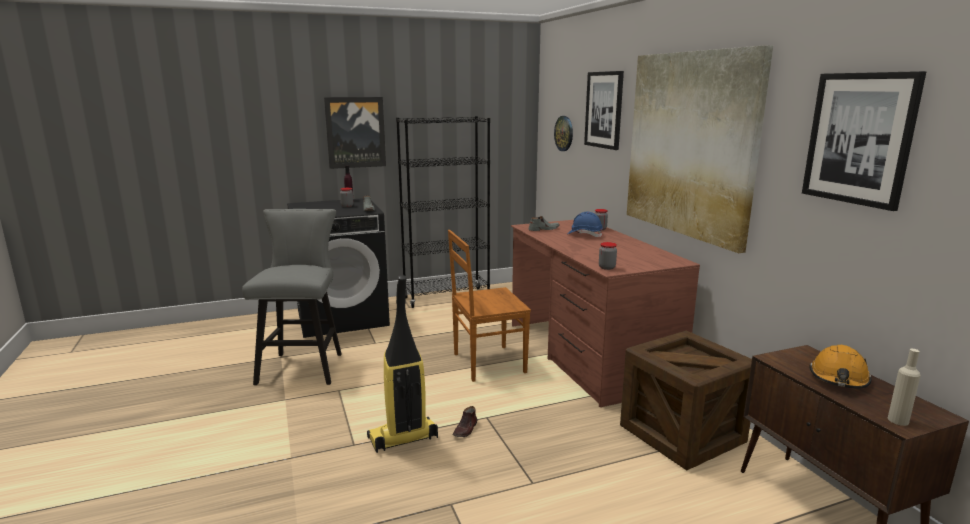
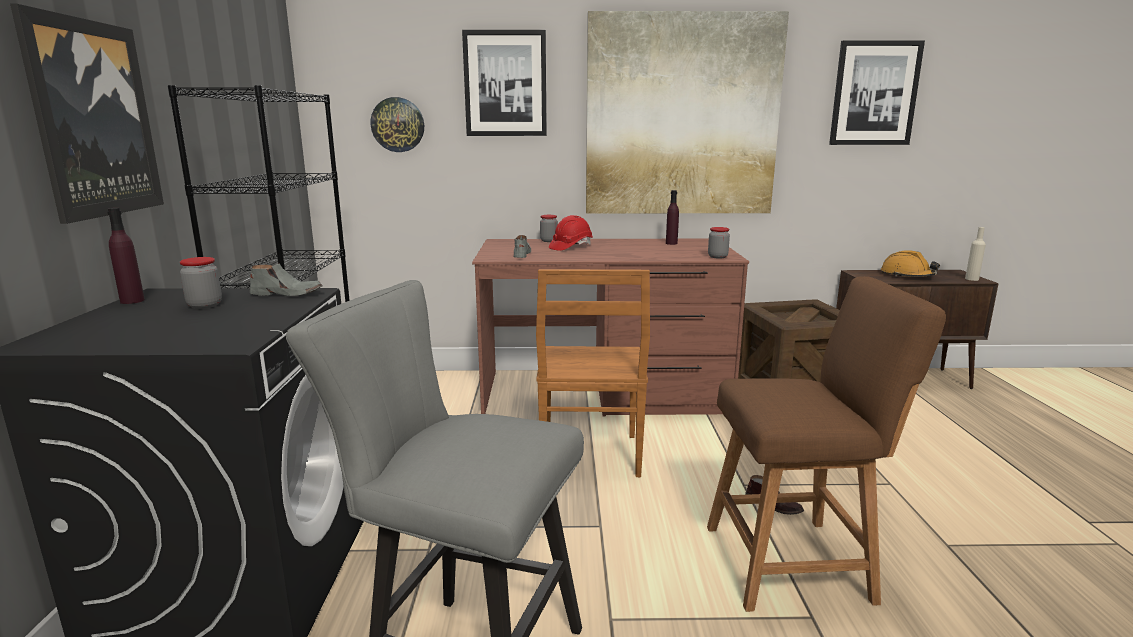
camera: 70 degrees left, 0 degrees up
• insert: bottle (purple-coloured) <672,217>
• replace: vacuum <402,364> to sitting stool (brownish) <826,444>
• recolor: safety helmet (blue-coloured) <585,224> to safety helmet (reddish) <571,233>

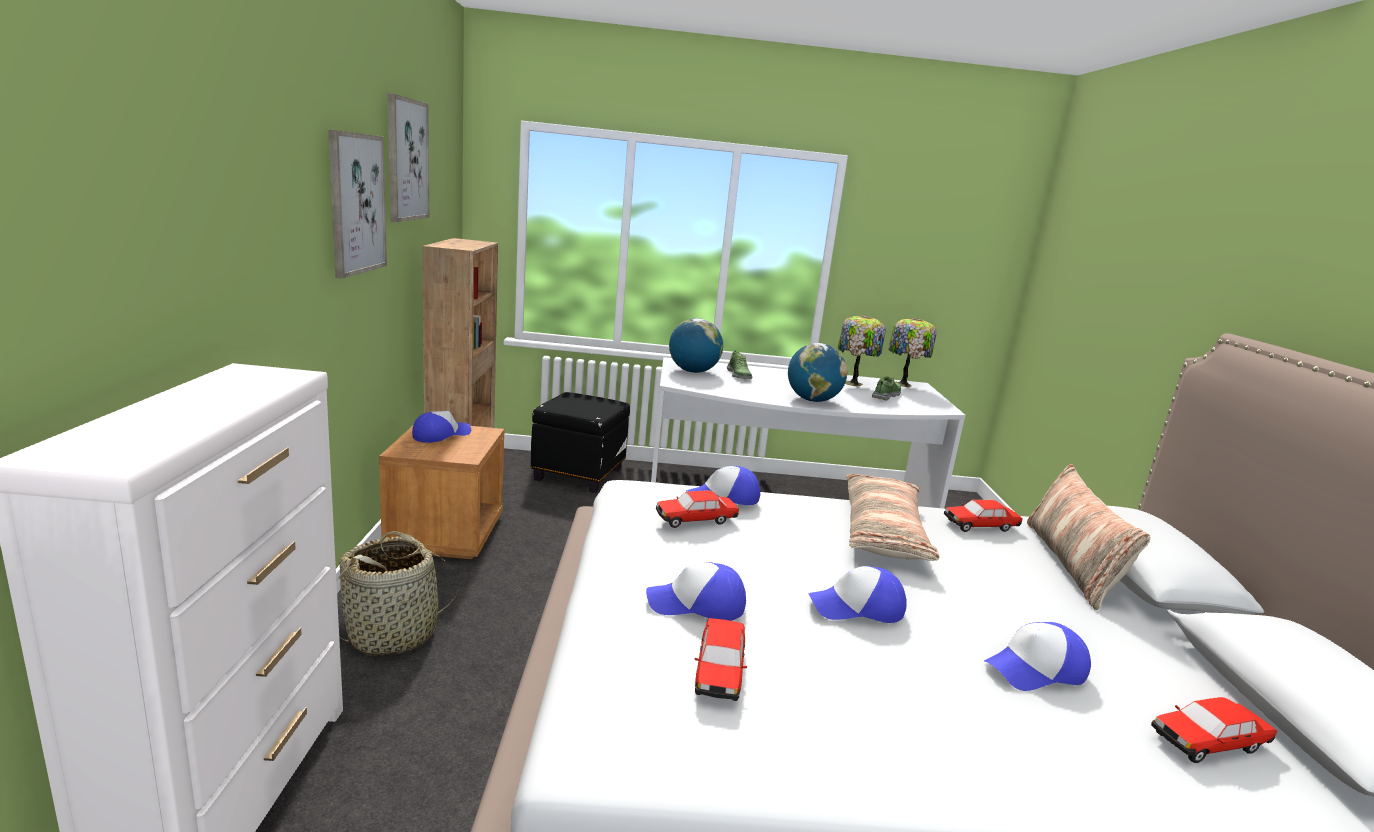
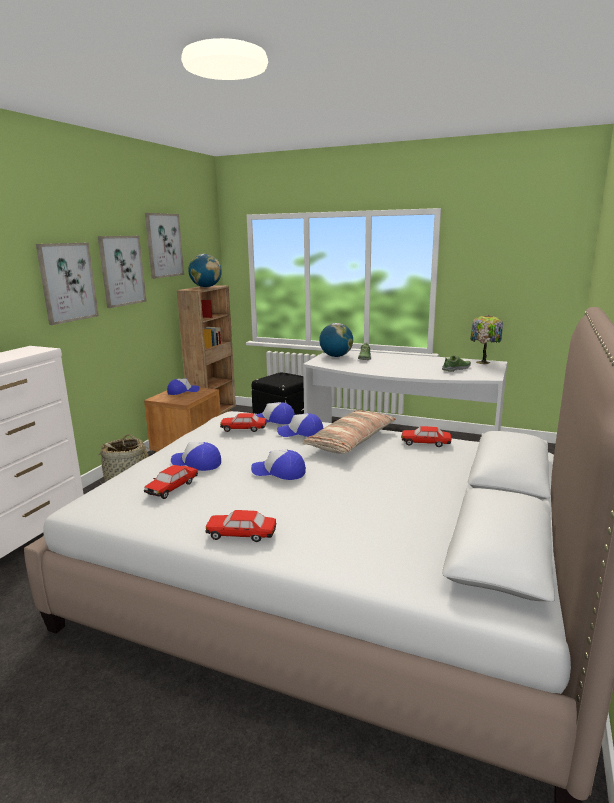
camera: 25 degrees right, 0 degrees up
• delete: lamp for a table <862,350>
• delete: throw pillow <1089,537>
• insert: wall picture <67,284>
• move: desk globe <817,372> to <205,270>
• move: cap <1037,656> to <300,425>
• move: model car <1214,730> to <241,526>

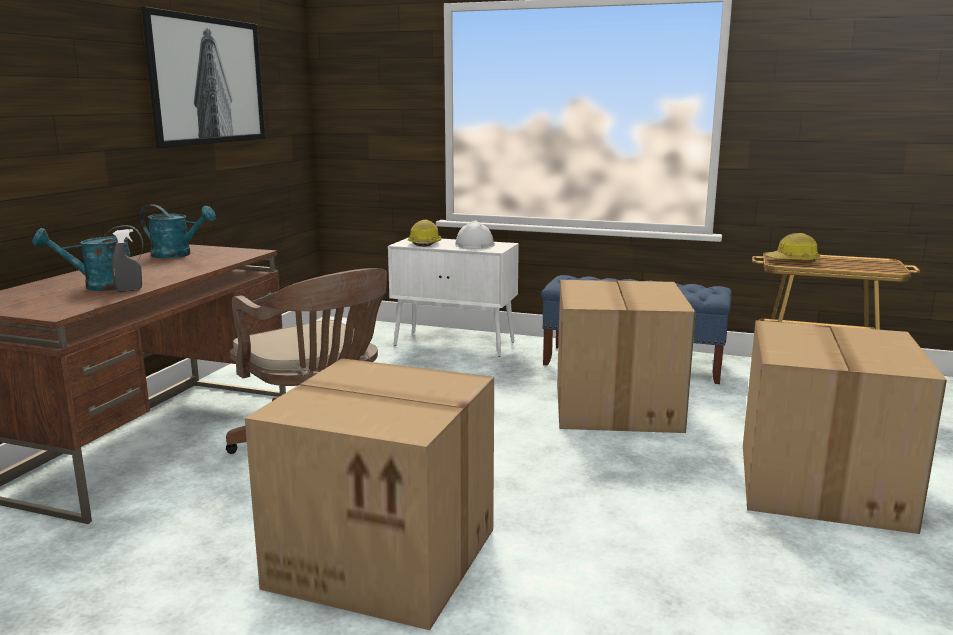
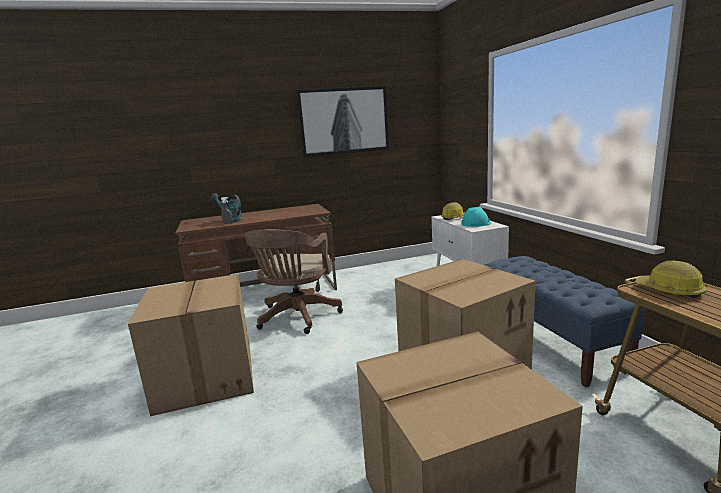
camera: 55 degrees right, 0 degrees up
• delete: sprinkling can (turquoise) <178,231>
• recolor: safety helmet (white-coloured) <475,235> to safety helmet (turquoise) <476,217>

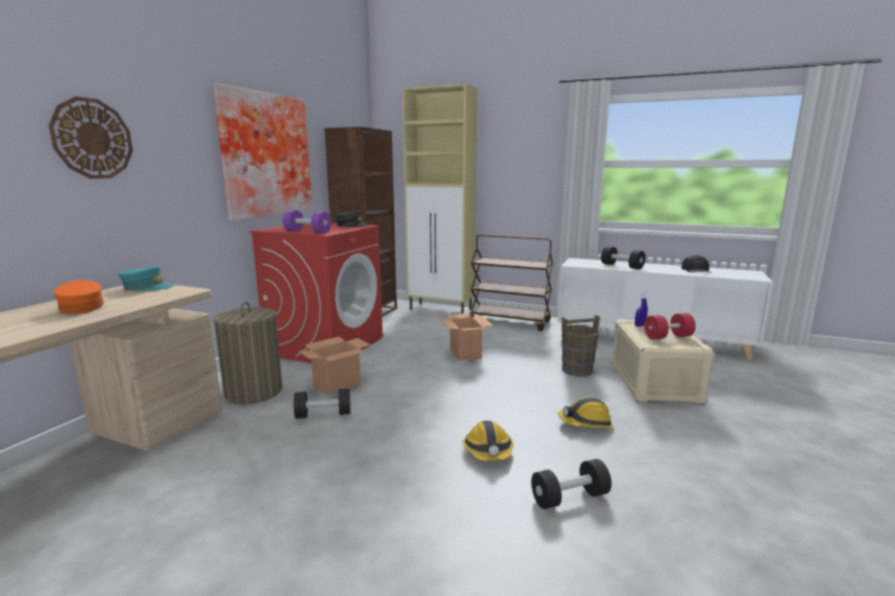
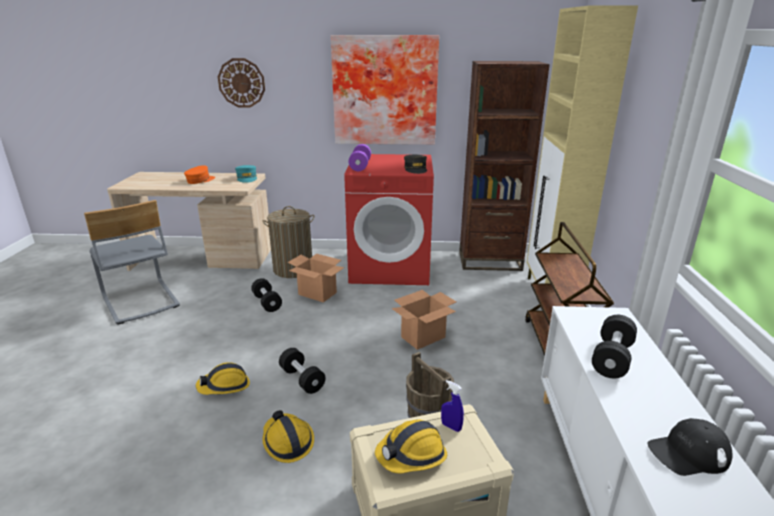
camera: 70 degrees right, 10 degrees up
• insert: plain chair (greyish) <132,262>
• move: hand weight (black-coloured) <571,484> to <302,371>
• replace: hand weight (reddish) <670,326> to safety helmet <411,446>

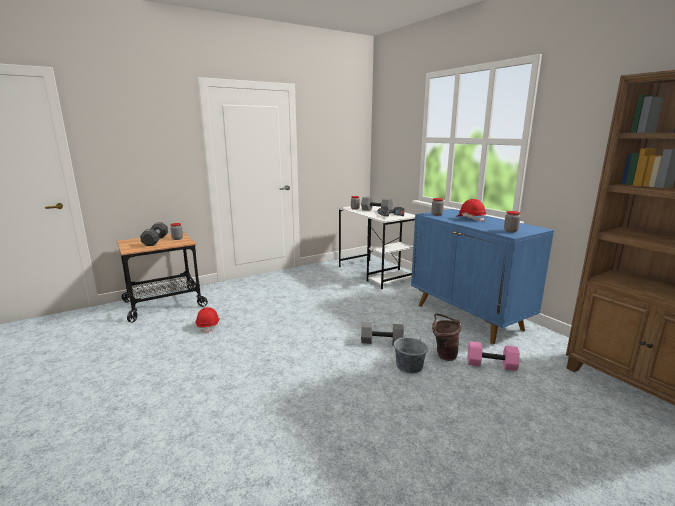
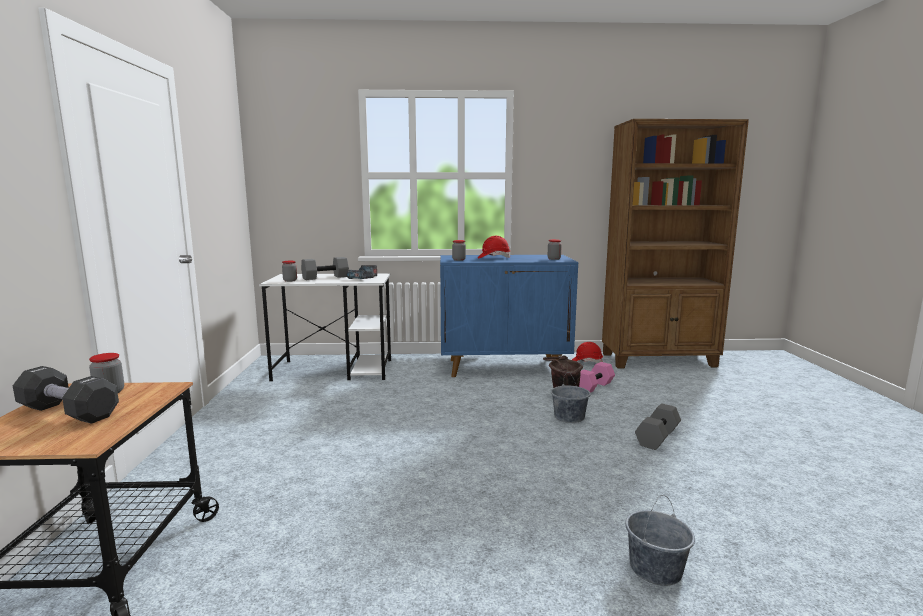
camera: 60 degrees left, 5 degrees down
• insert: pail (greyish) <660,540>
• move: safety helmet (reddish) <207,320> to <587,352>
• move: hand weight (greyish) <382,334> to <658,426>

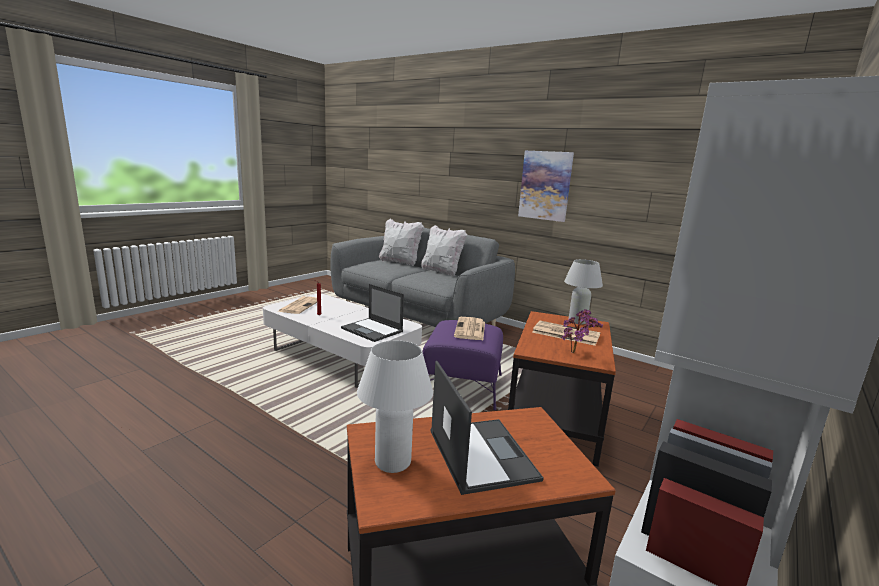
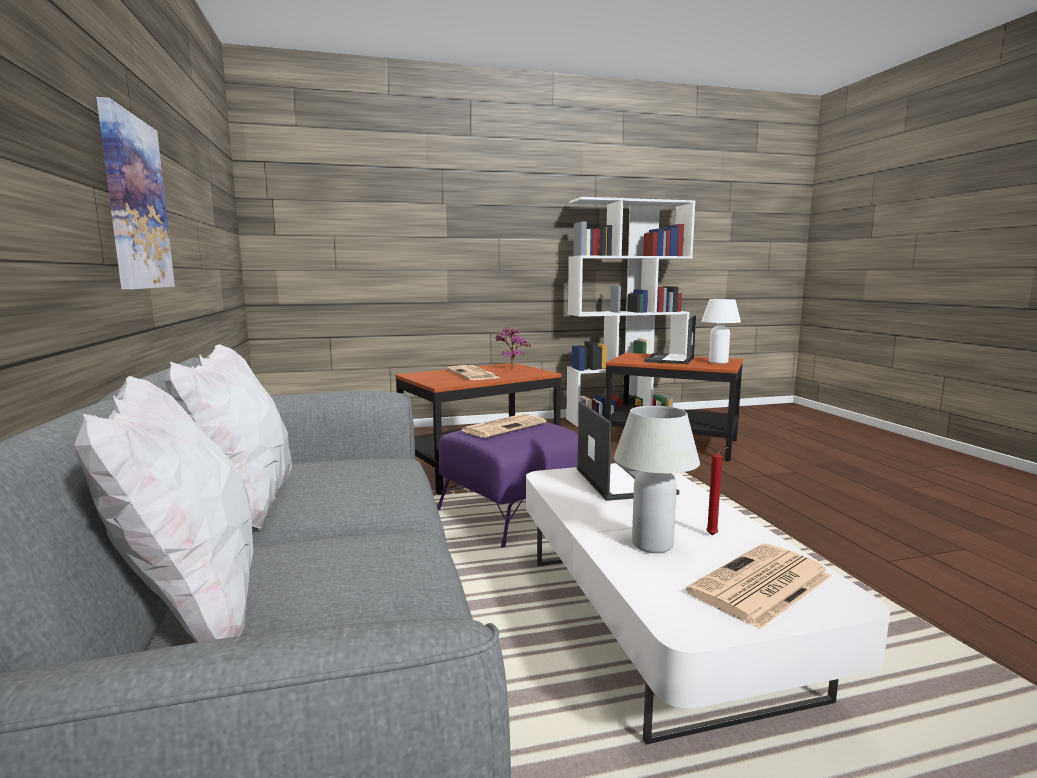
camera: 140 degrees left, 5 degrees down
• move: lamp for a table (white-coloured) <583,291> to <657,479>

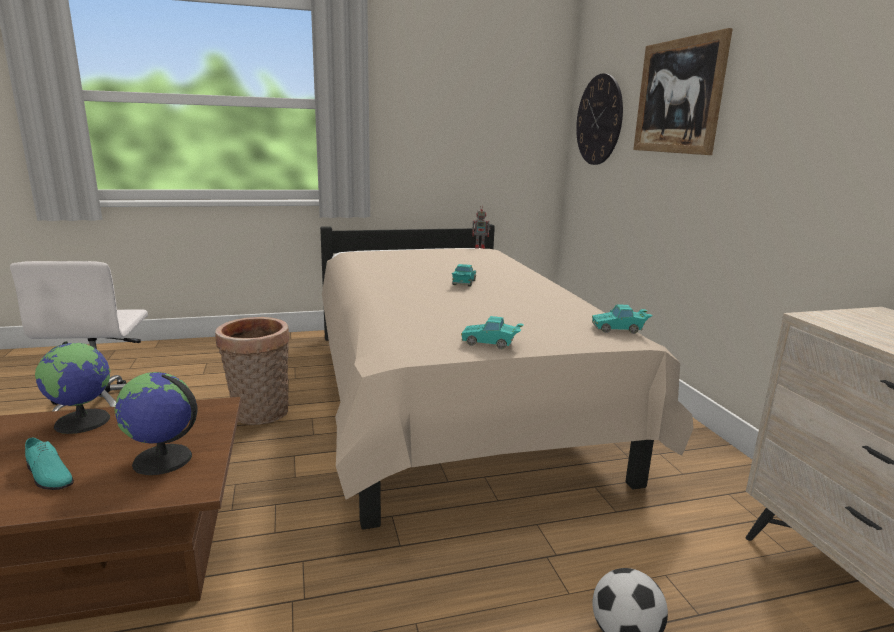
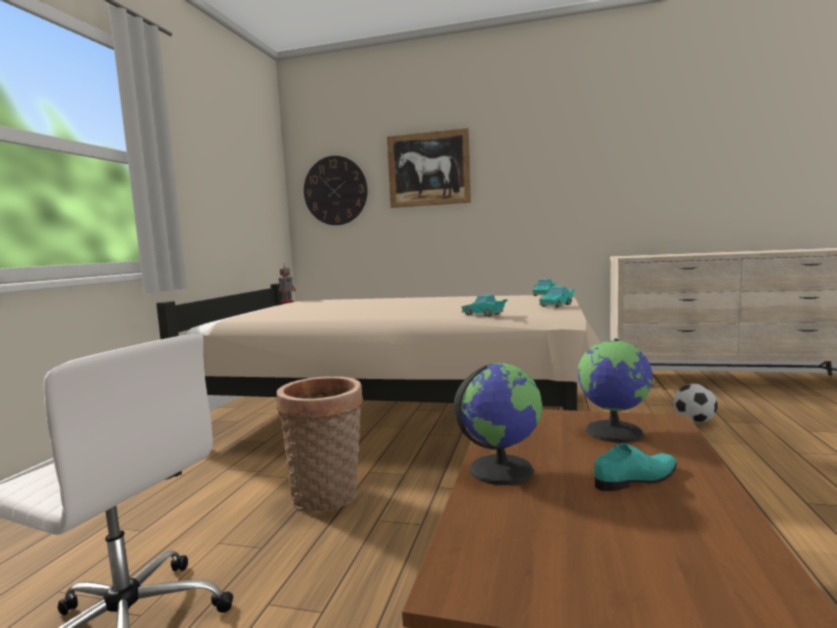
camera: 60 degrees left, 10 degrees down
• move: model car (turquoise) <464,275> to <485,306>

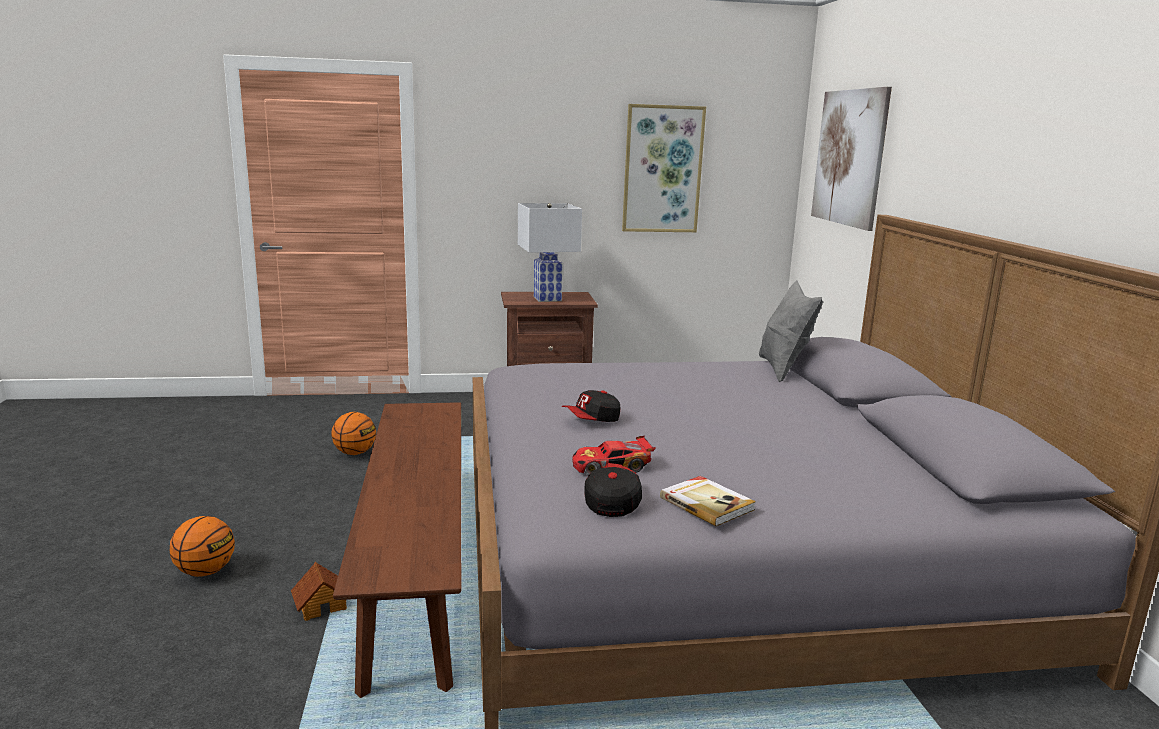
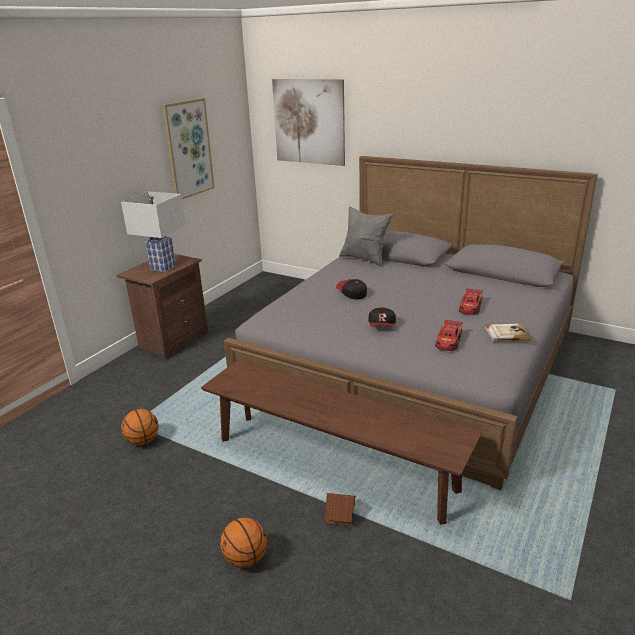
camera: 50 degrees left, 10 degrees up
• insert: model car <471,302>
• move: cap <613,490> to <351,289>

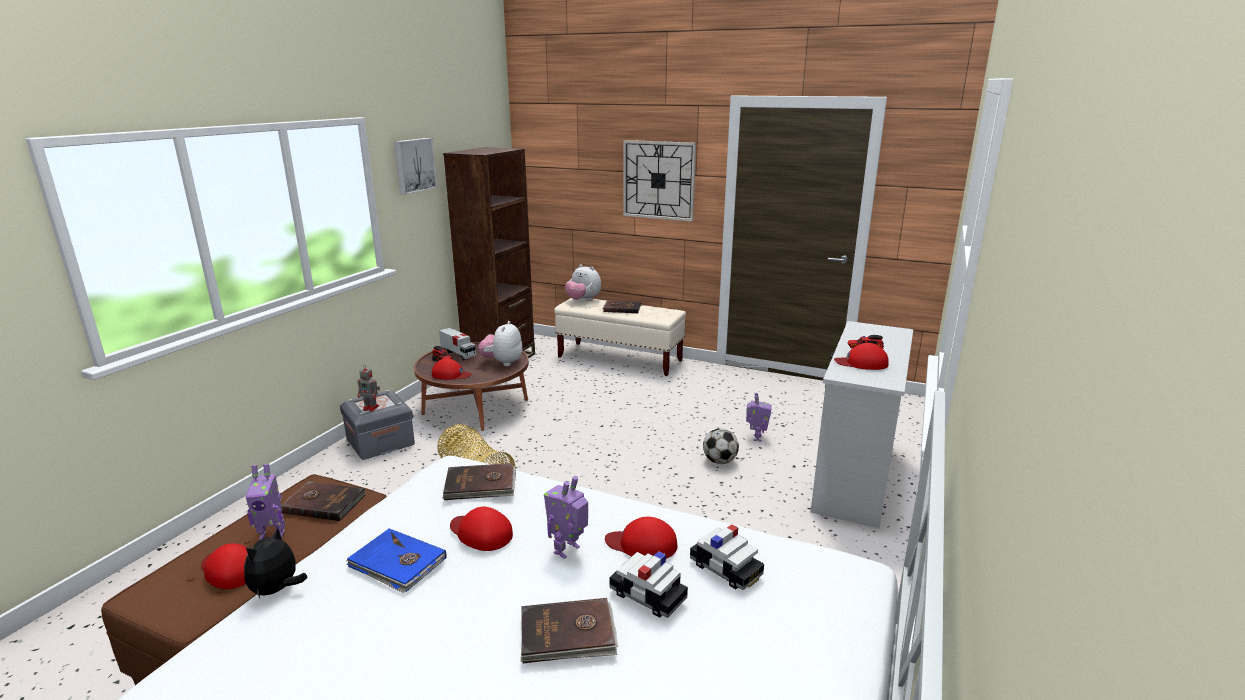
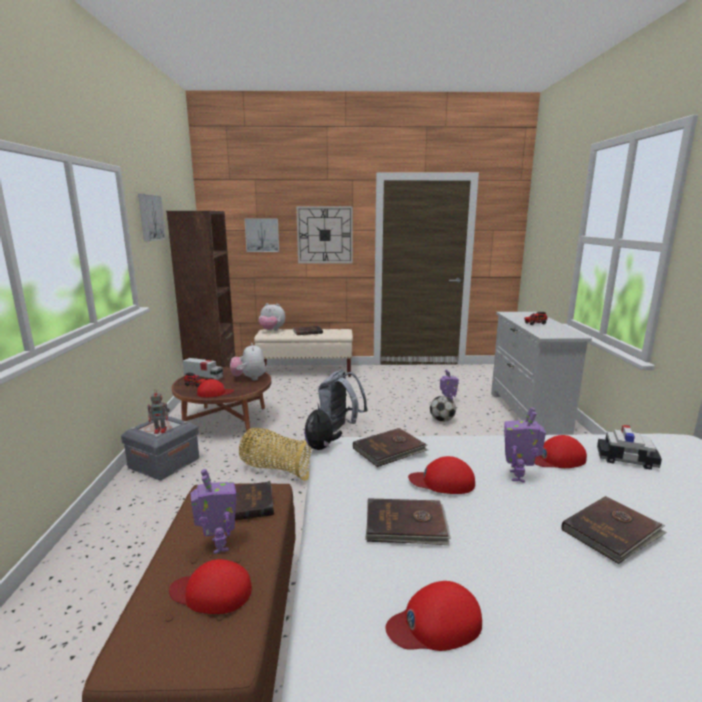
camera: 25 degrees left, 5 degrees down
• delete: model car <648,584>
• insert: wall picture <261,235>
• insert: rucksack (greyish) <343,401>
• move: soft toy <276,562> to <323,427>
• move: cap (reddish) <861,356> to <433,616>
• recolor: book (blue-coloured) <396,561> to book (brownish) <408,521>
• rotate: robot figure <265,502> = <213,511> 75 degrees counterclockwise

